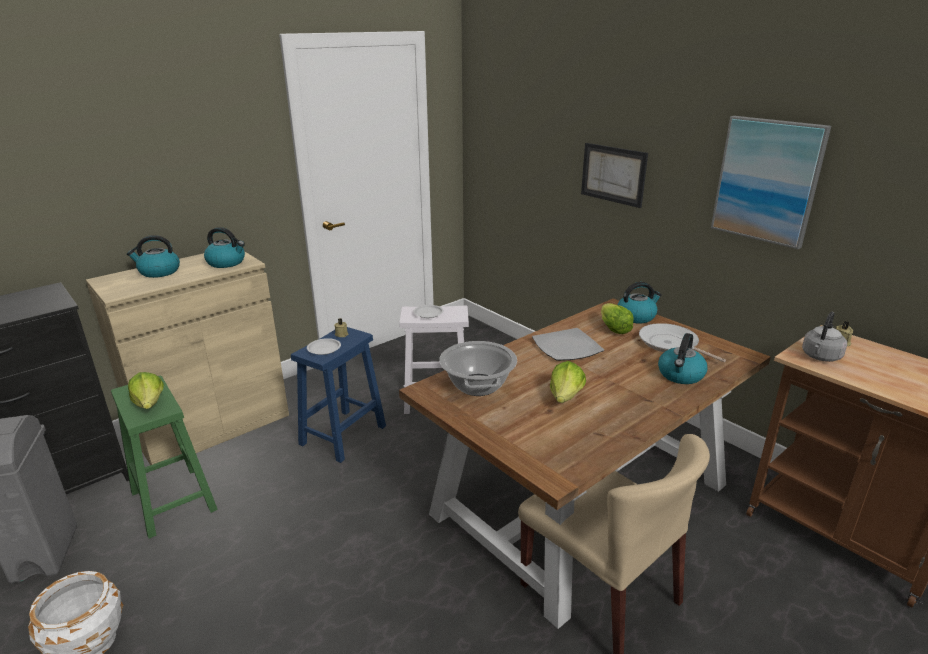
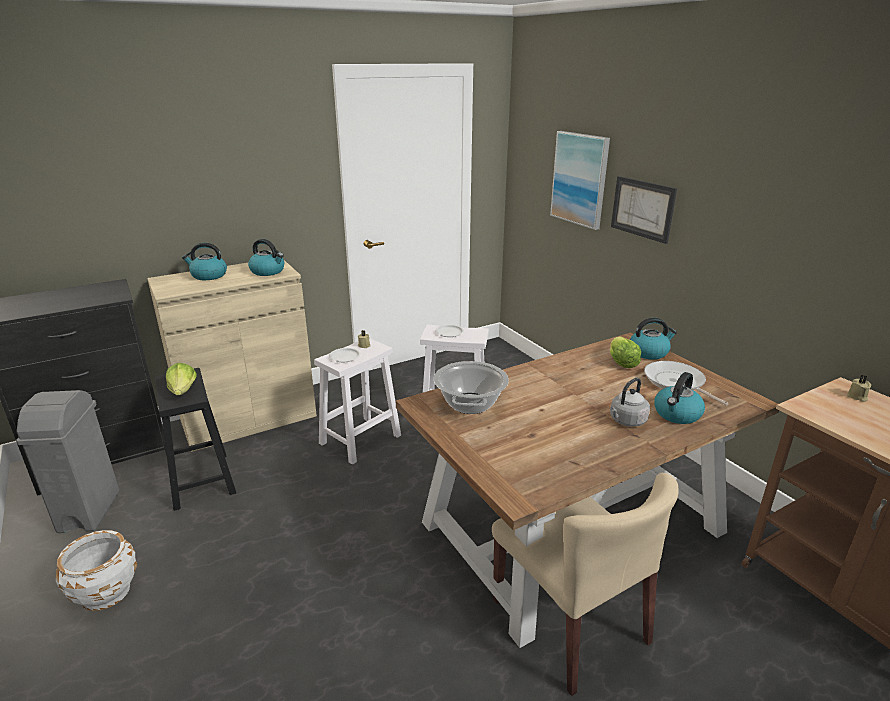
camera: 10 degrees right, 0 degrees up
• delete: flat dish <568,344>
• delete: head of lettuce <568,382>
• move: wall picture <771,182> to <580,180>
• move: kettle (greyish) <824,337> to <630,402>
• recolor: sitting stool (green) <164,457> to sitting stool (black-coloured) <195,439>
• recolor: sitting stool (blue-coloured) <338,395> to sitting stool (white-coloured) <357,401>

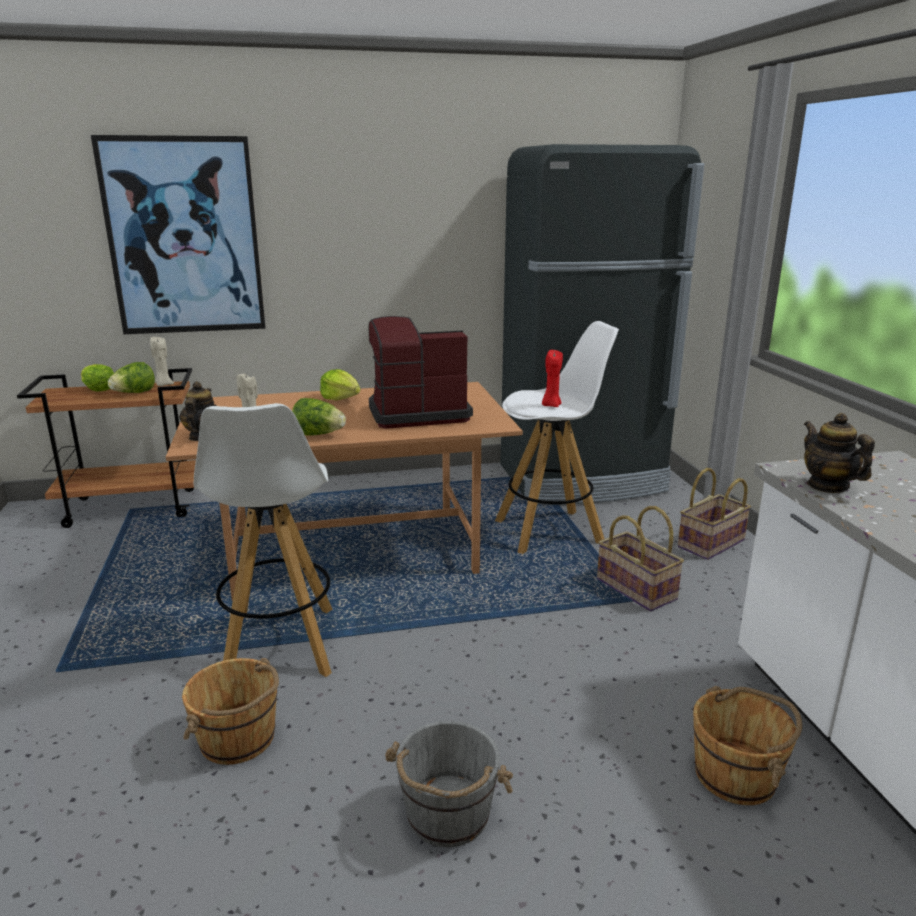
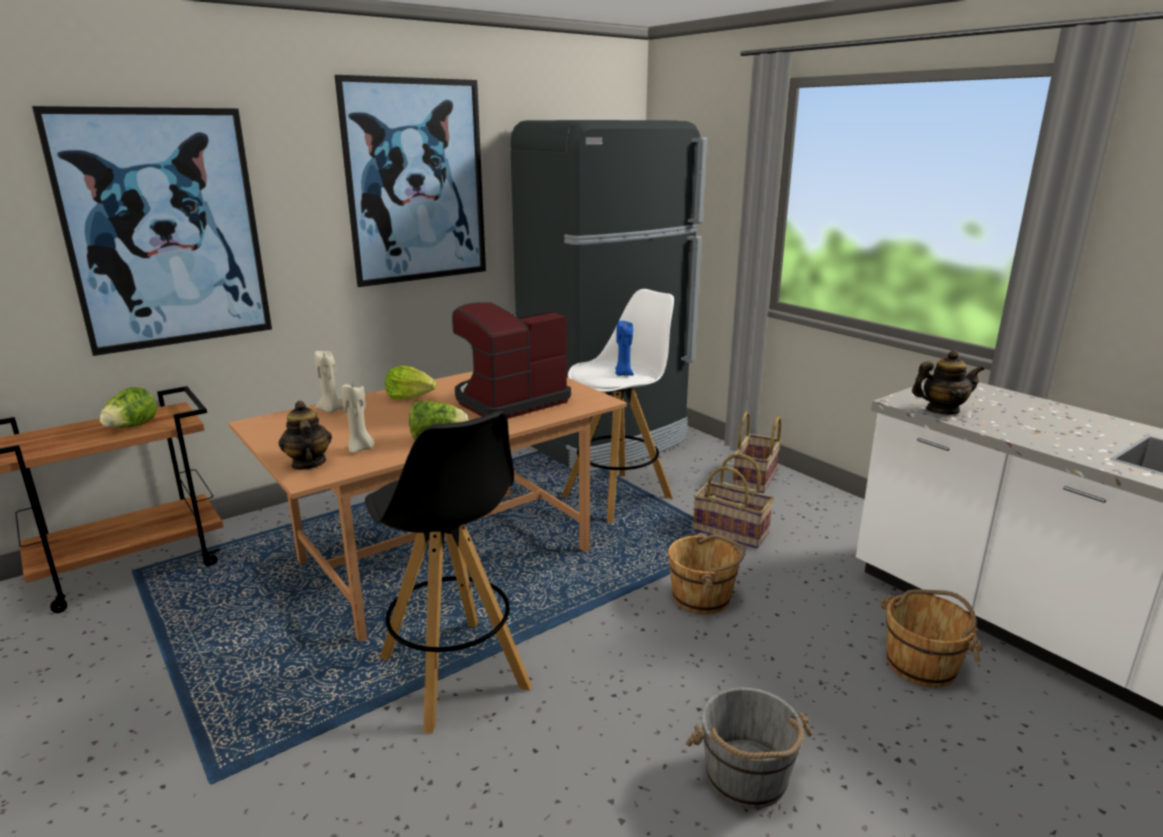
camera: 25 degrees left, 0 degrees up
• delete: head of lettuce <97,378>
• insert: wall picture <410,181>
• move: wax light (sand-coloured) <162,361> to <329,382>
• move: pail (brownish) <230,711> to <706,573>
• recolor: sitting stool (white-coloured) <263,540> to sitting stool (black-coloured) <448,572>
• recolor: wax light (reddish) <552,378> to wax light (blue-coloured) <624,348>
• rotate: pot for tea <839,453> = <948,382> 135 degrees clockwise

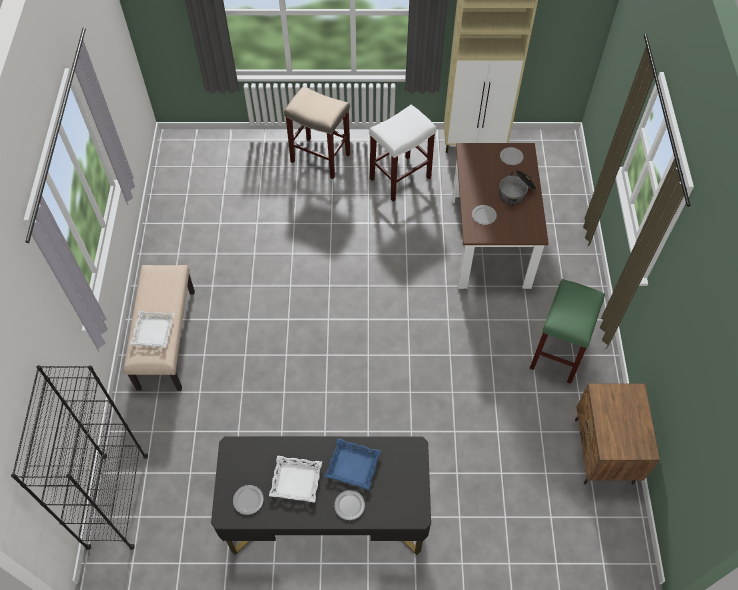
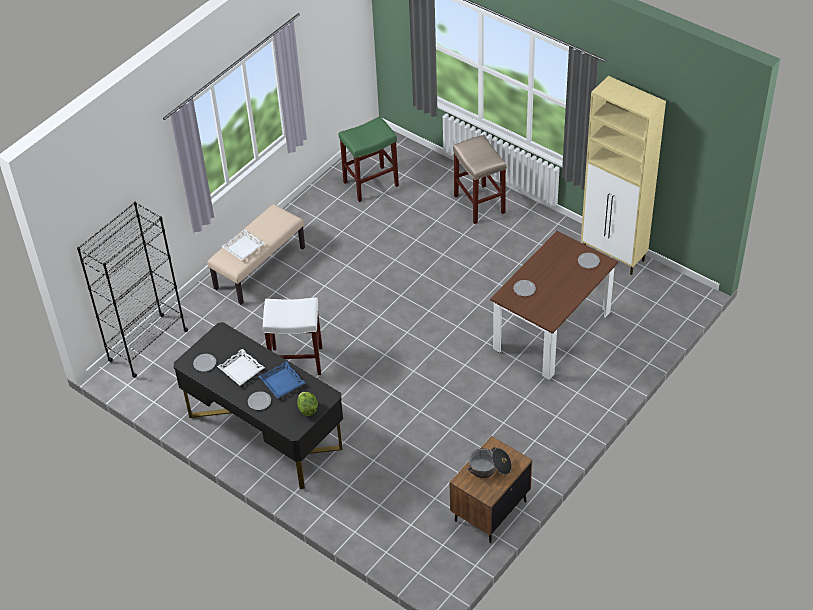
camera: 40 degrees right, 10 degrees down
• insert: head of lettuce <307,404>
• move: sitting stool (white-coloured) <402,152> to <292,336>
• move: saucepot <517,187> to <489,462>
• move: sitting stool (green) <567,331> to <369,159>

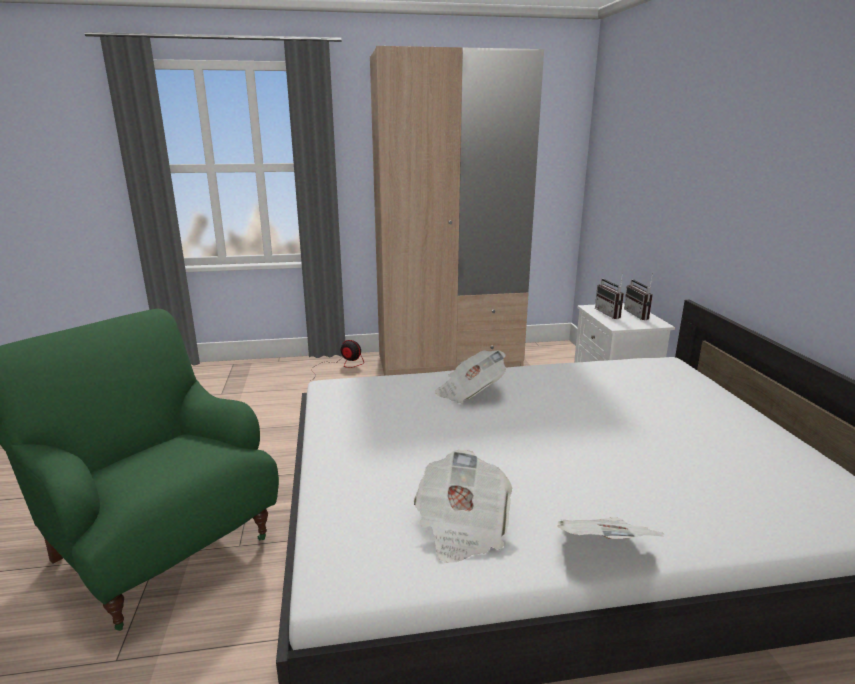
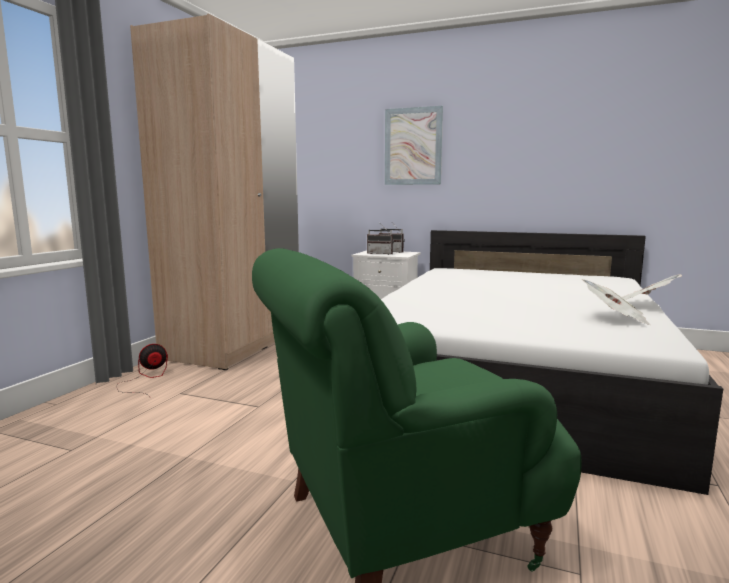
camera: 60 degrees left, 10 degrees down
• delete: printed paper <470,376>
• insert: wall picture <414,145>

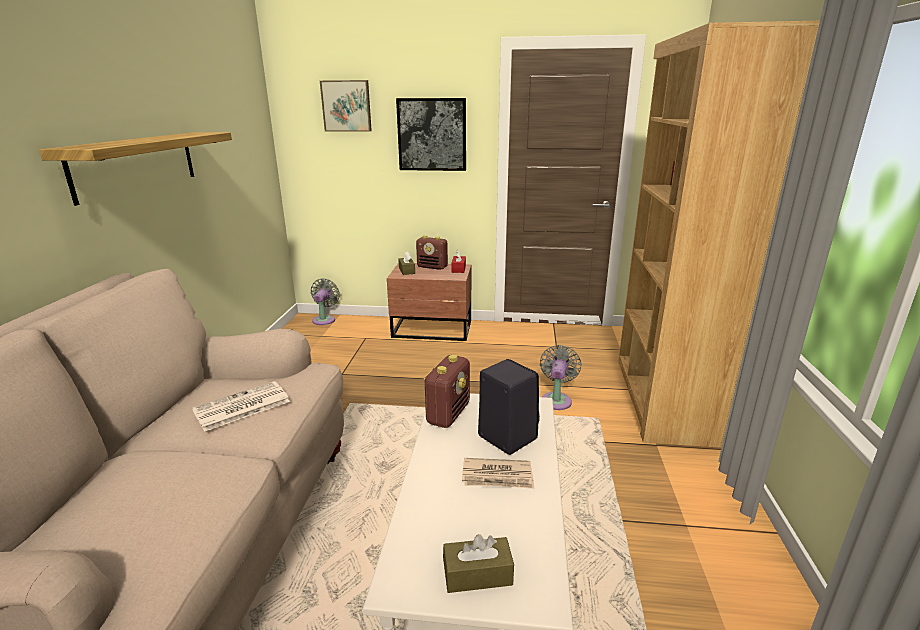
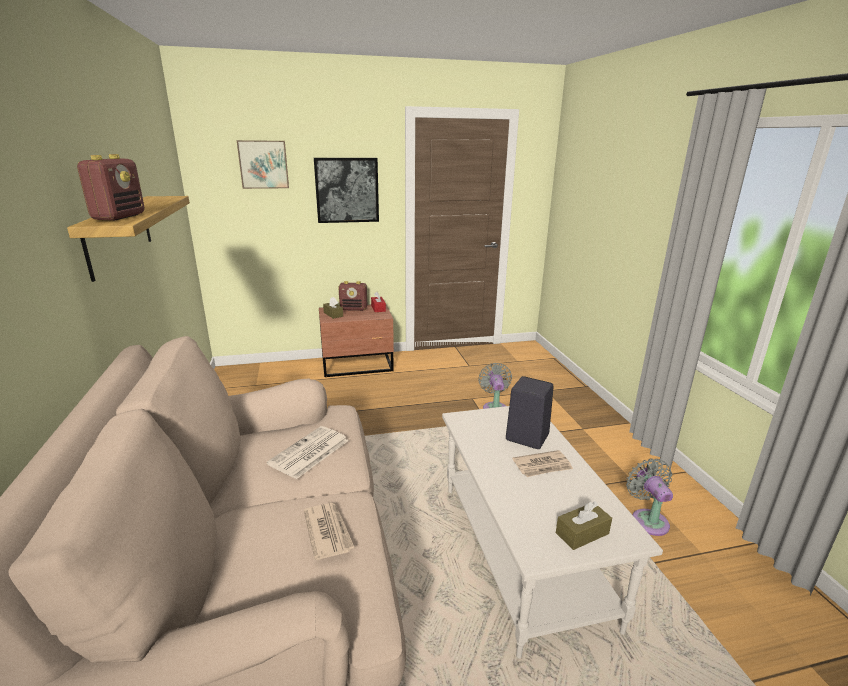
camera: 20 degrees left, 0 degrees up
• delete: bookcase (brownish) <719,234>
• insert: printed paper <329,531>
• move: fan (greyish) <325,301> to <649,497>
• move: radio set <447,391> to <111,187>

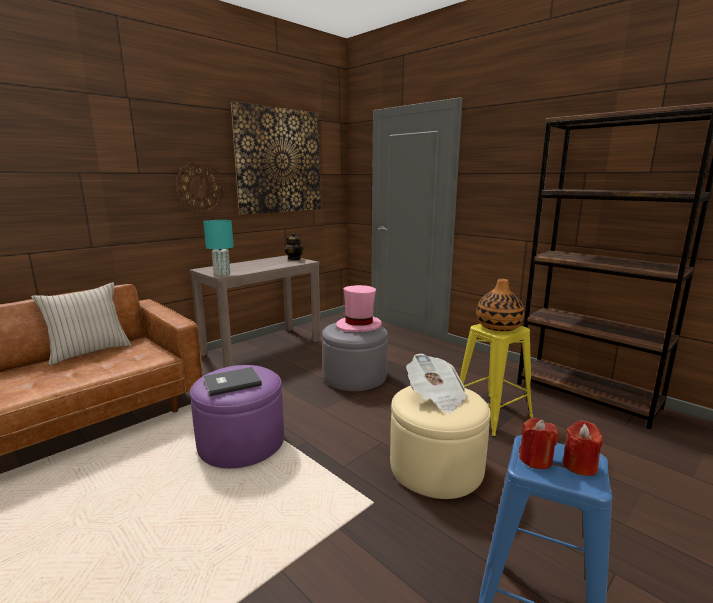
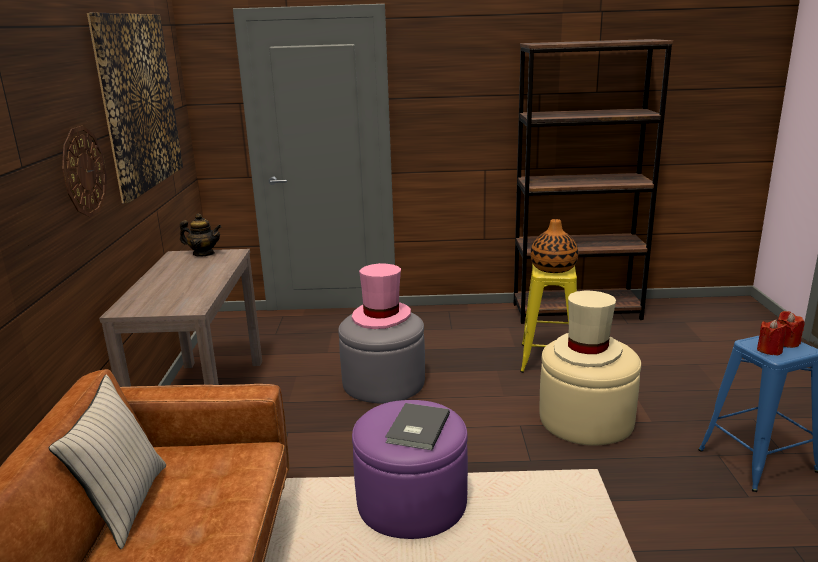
camera: 45 degrees left, 5 degrees up
• delete: lamp for a table (turquoise) <218,248>
• replace: printed paper <437,383> to wearable hat (sand-coloured) <588,328>

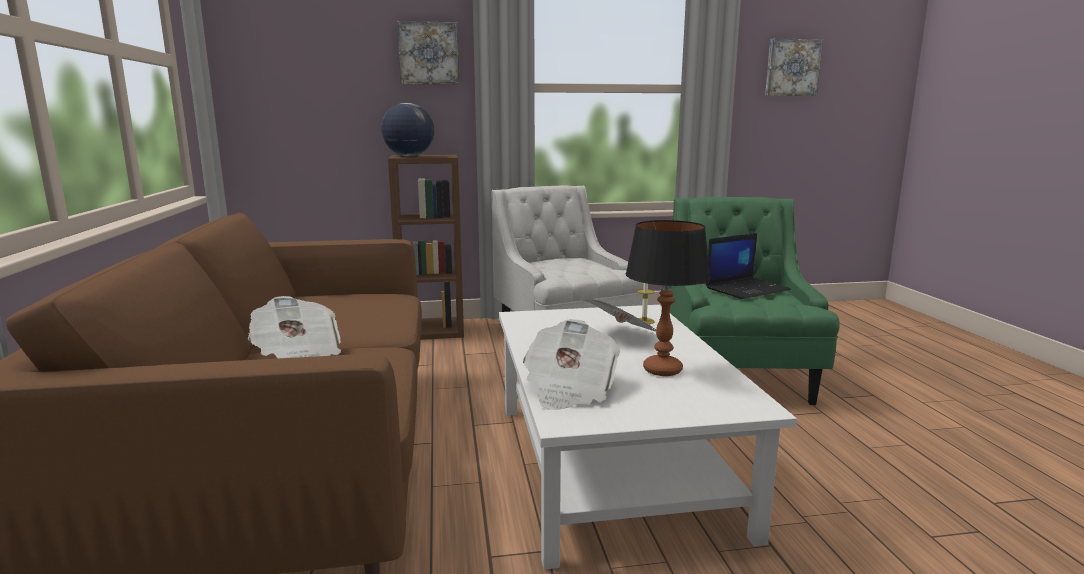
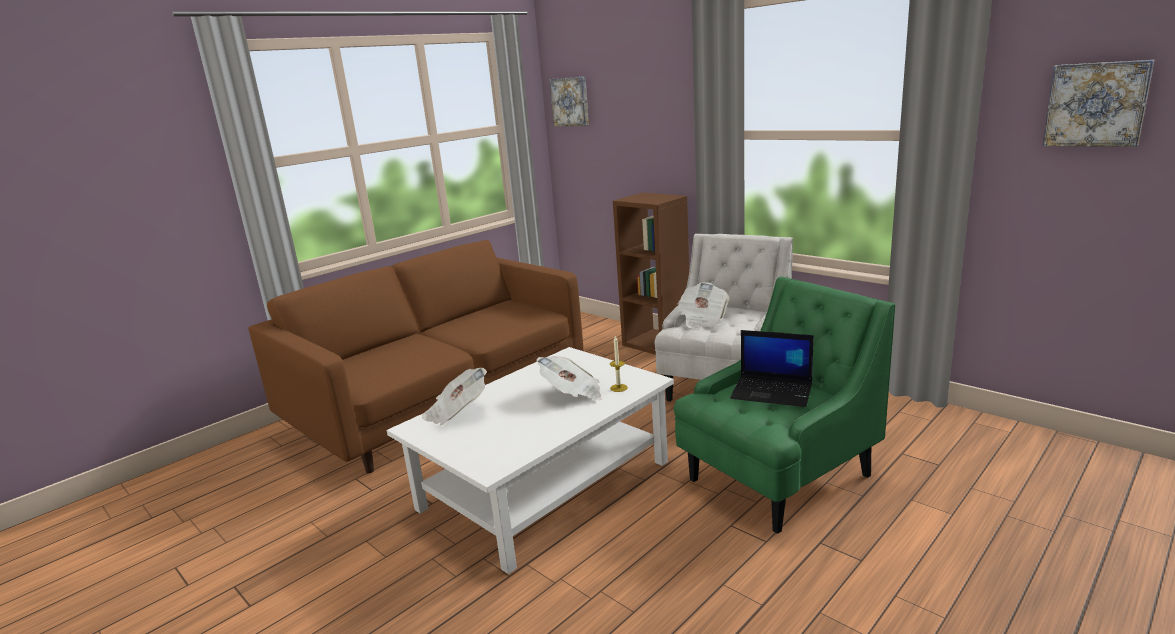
camera: 55 degrees right, 5 degrees up
• delete: desk globe <407,129>
• delete: lamp for a table <668,298>
• move: printed paper <294,327> to <703,305>
• move: wall picture <428,53> to <569,101>

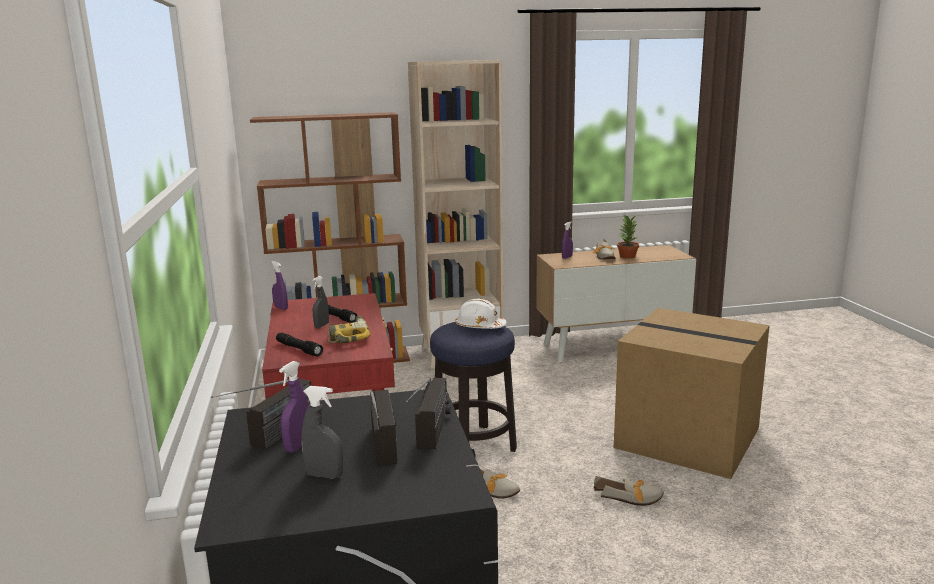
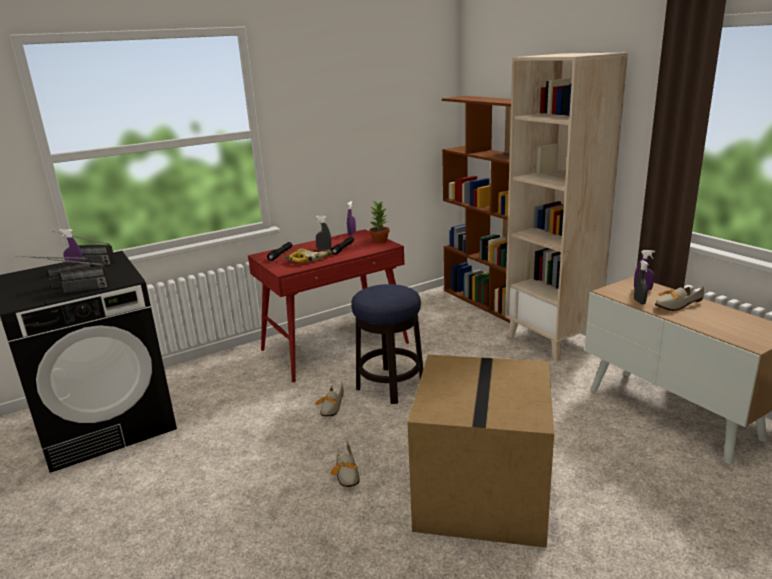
camera: 70 degrees right, 5 degrees up
• delete: safety helmet (white-coloured) <481,313>
• move: sprayer (greyish) <322,432> to <641,282>
• move: potted plant <628,236> to <379,222>

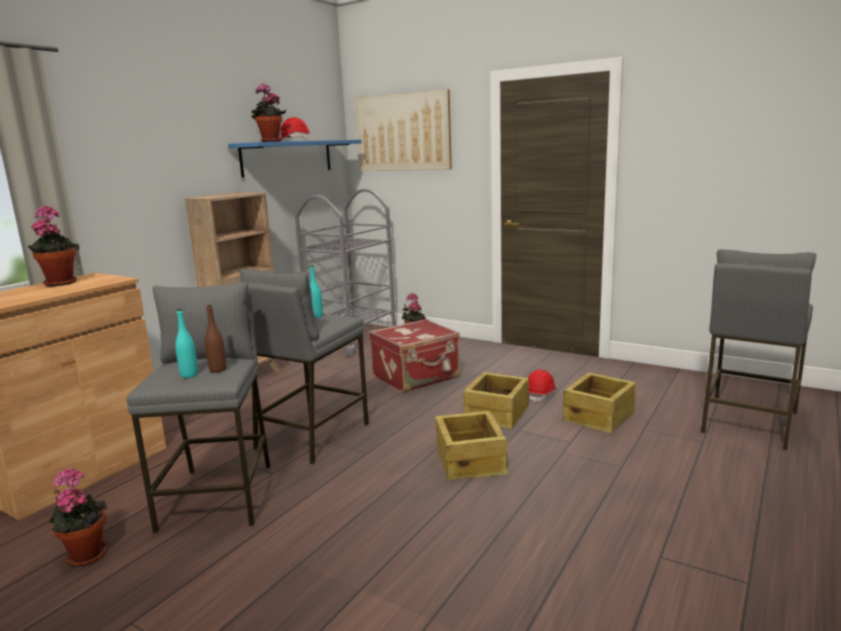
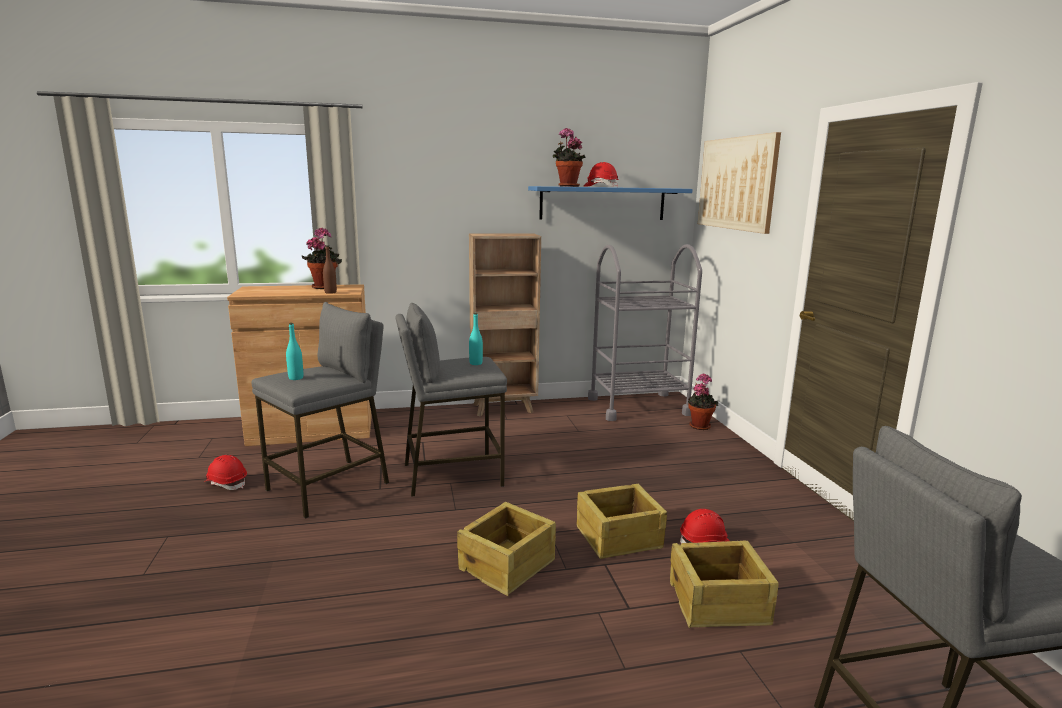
camera: 45 degrees right, 0 degrees up
• delete: suitcase (reddish) <414,356>
• move: bottle (brownish) <215,338> to <330,270>
• replace: potted plant <78,517> to safety helmet (reddish) <225,472>

